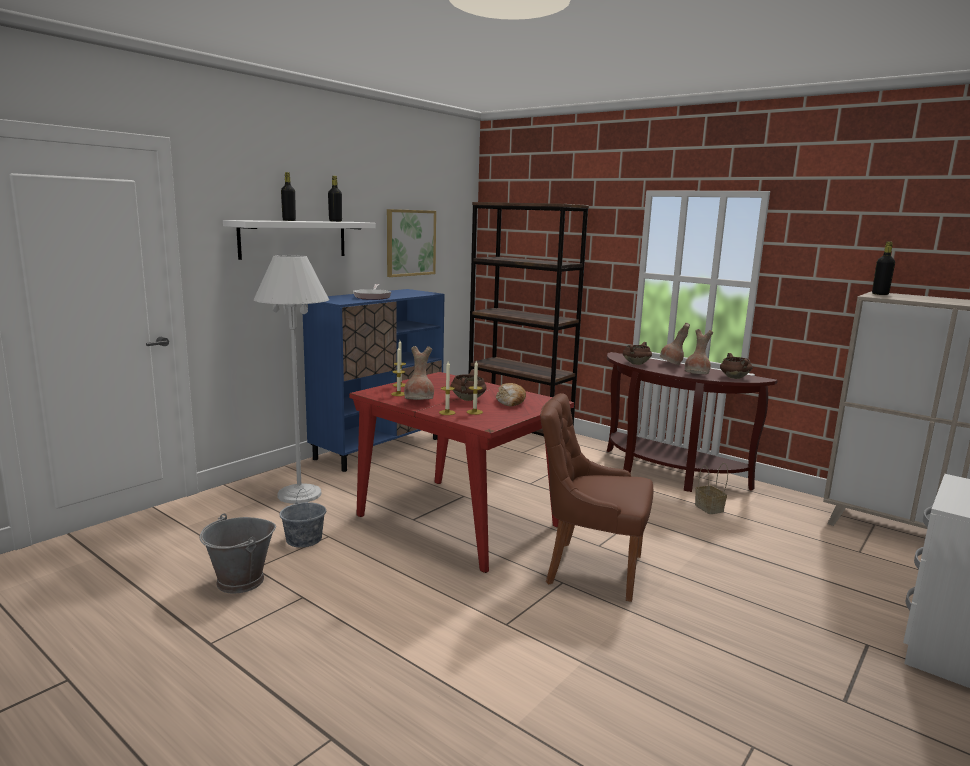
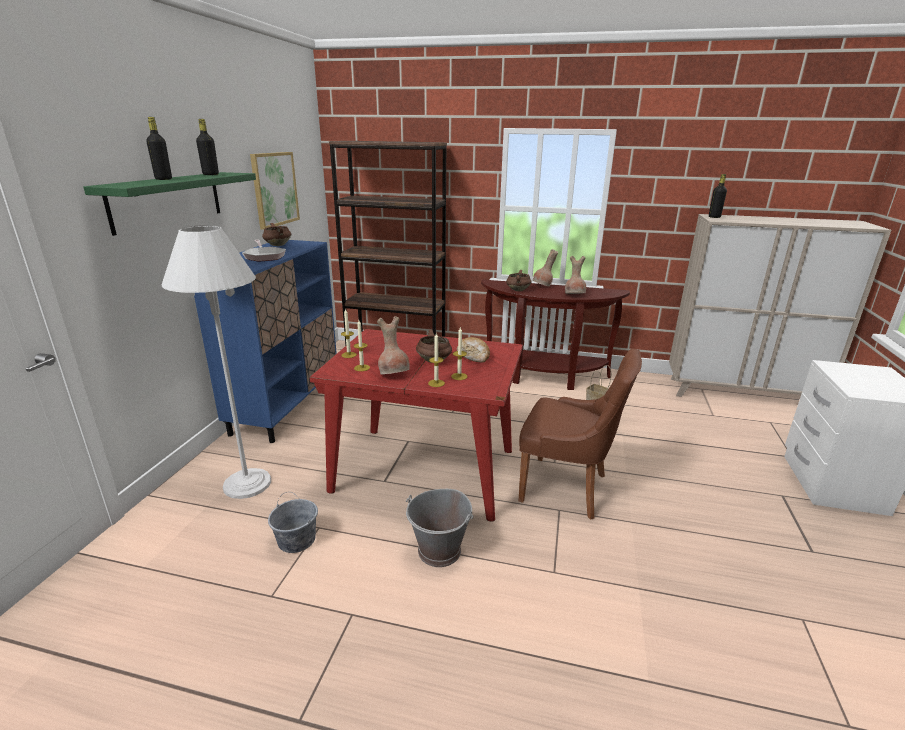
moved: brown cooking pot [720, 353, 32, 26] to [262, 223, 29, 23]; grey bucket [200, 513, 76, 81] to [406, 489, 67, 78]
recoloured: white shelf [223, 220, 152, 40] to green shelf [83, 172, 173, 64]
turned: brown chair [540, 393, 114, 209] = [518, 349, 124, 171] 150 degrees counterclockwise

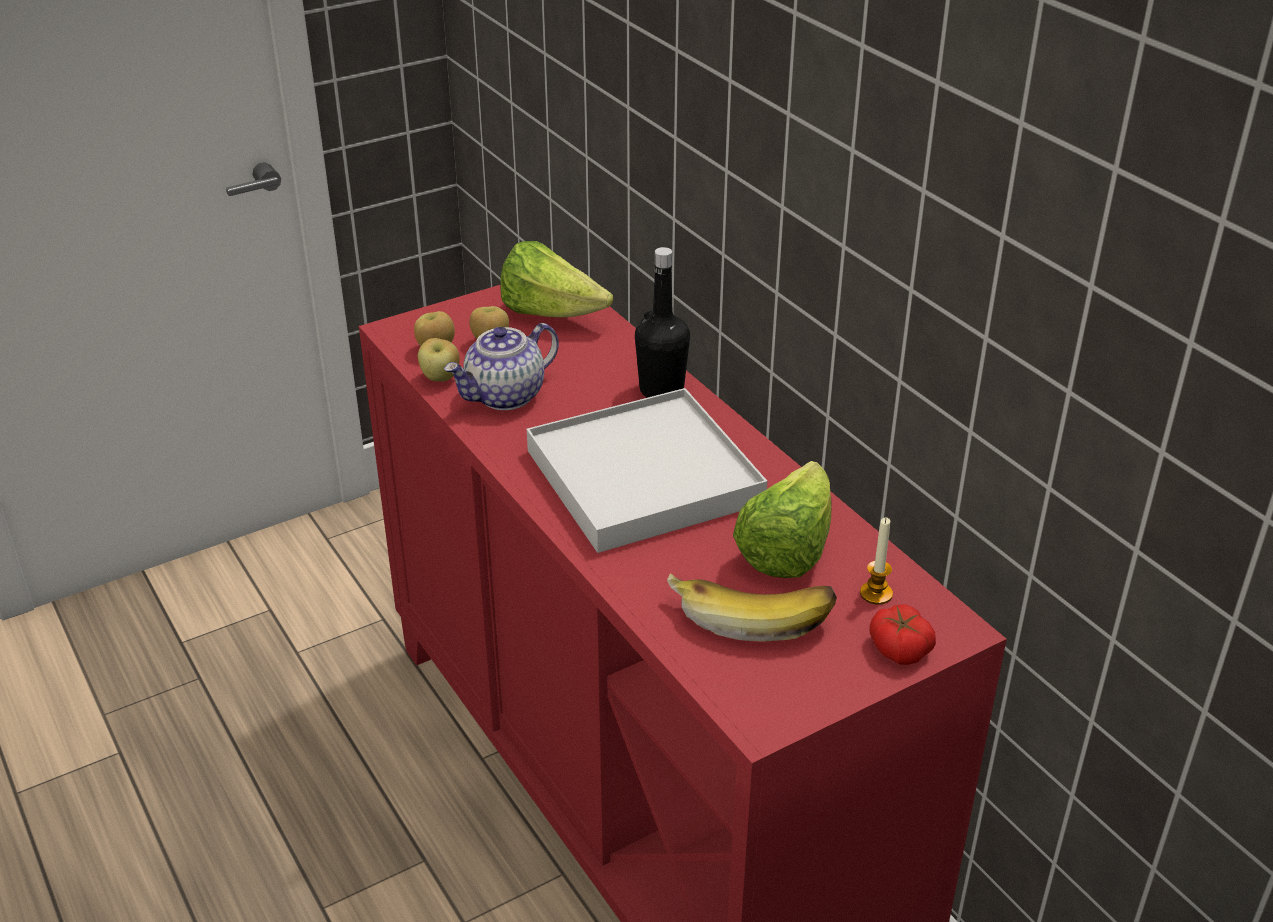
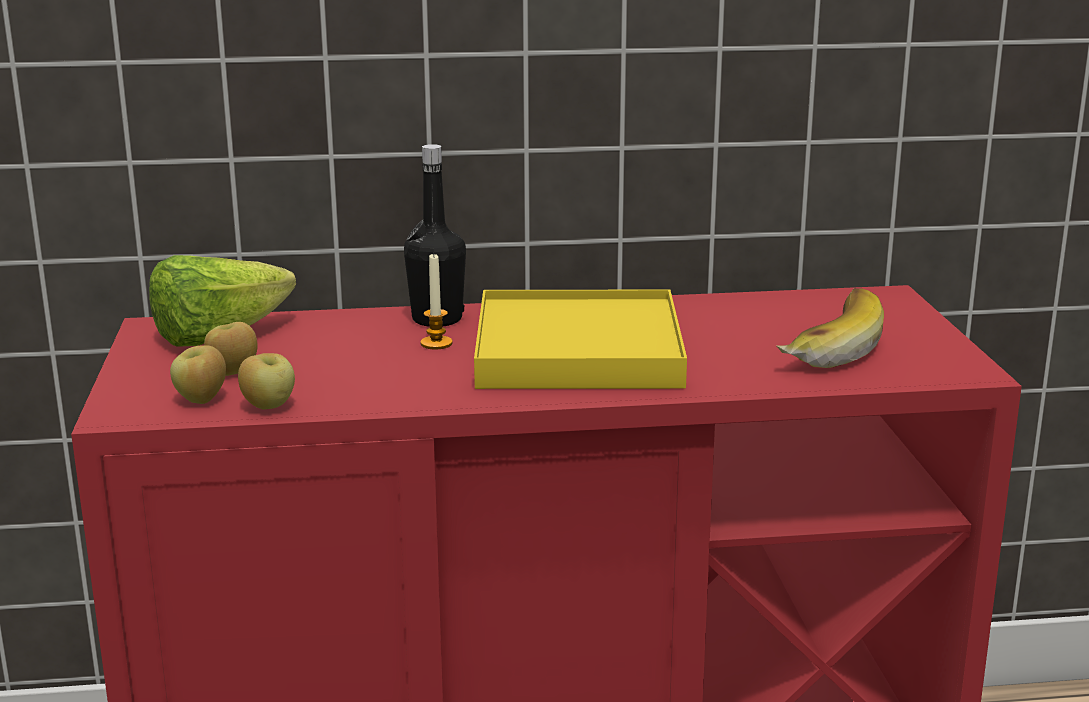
removed: teapot [444, 323, 115, 87]; lettuce [733, 461, 98, 117]; tomato [870, 604, 66, 61]
moved: candle [860, 518, 33, 87] to [421, 253, 32, 96]
recoloured: white tray [527, 388, 240, 165] to yellow tray [474, 290, 213, 99]

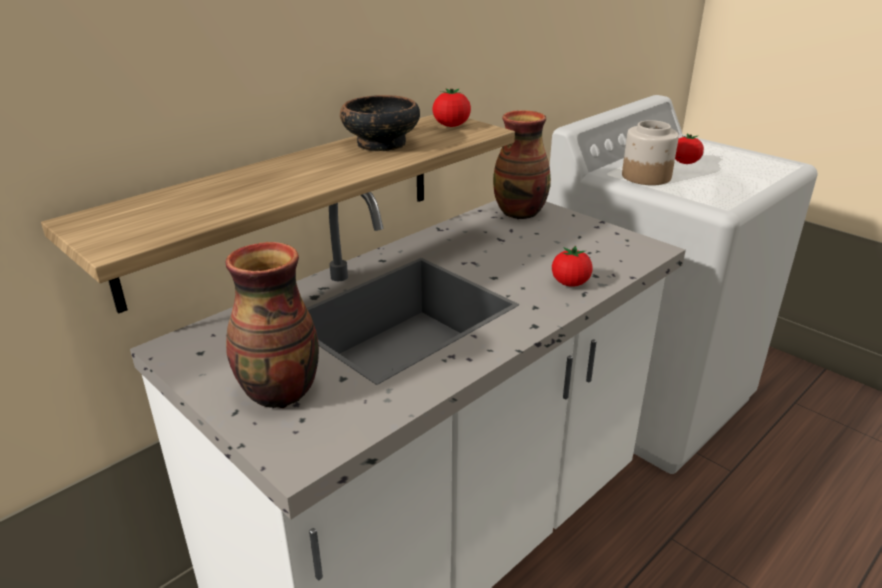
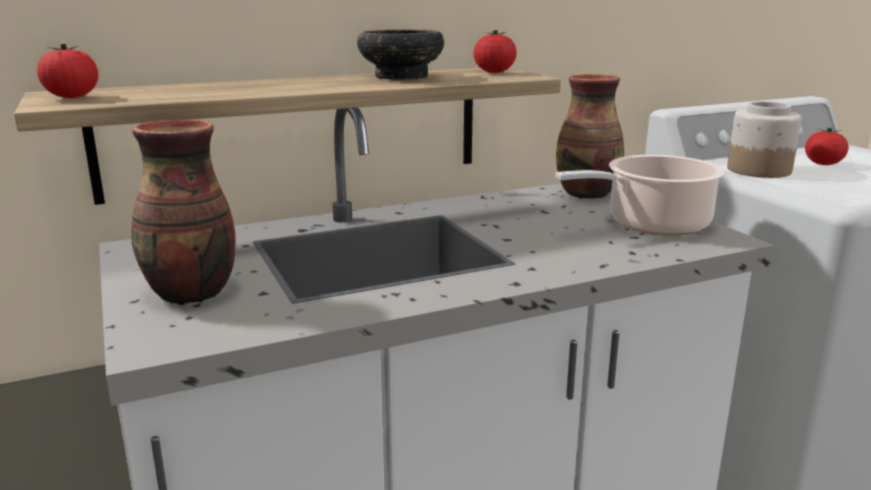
added: cooking pot [555, 155, 170, 81]
moved: tomato [552, 246, 41, 41] to [37, 44, 61, 54]

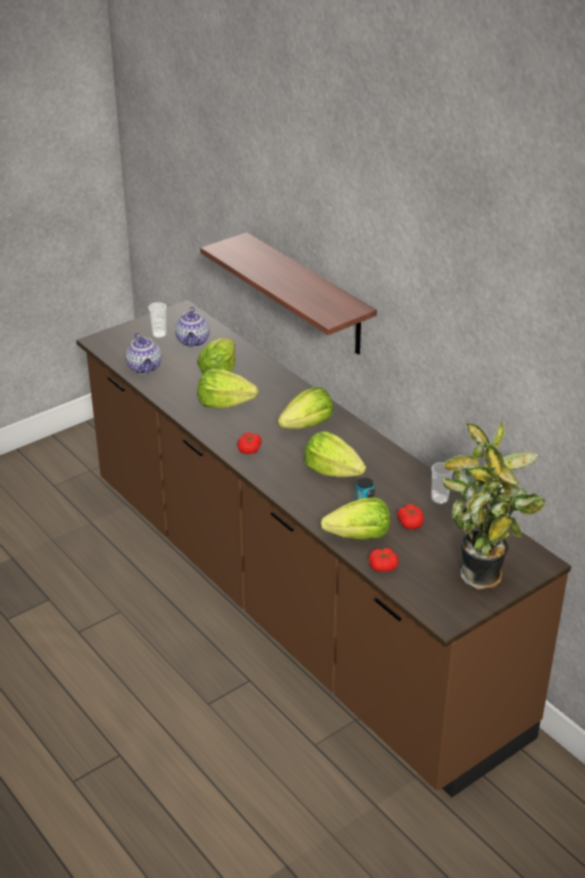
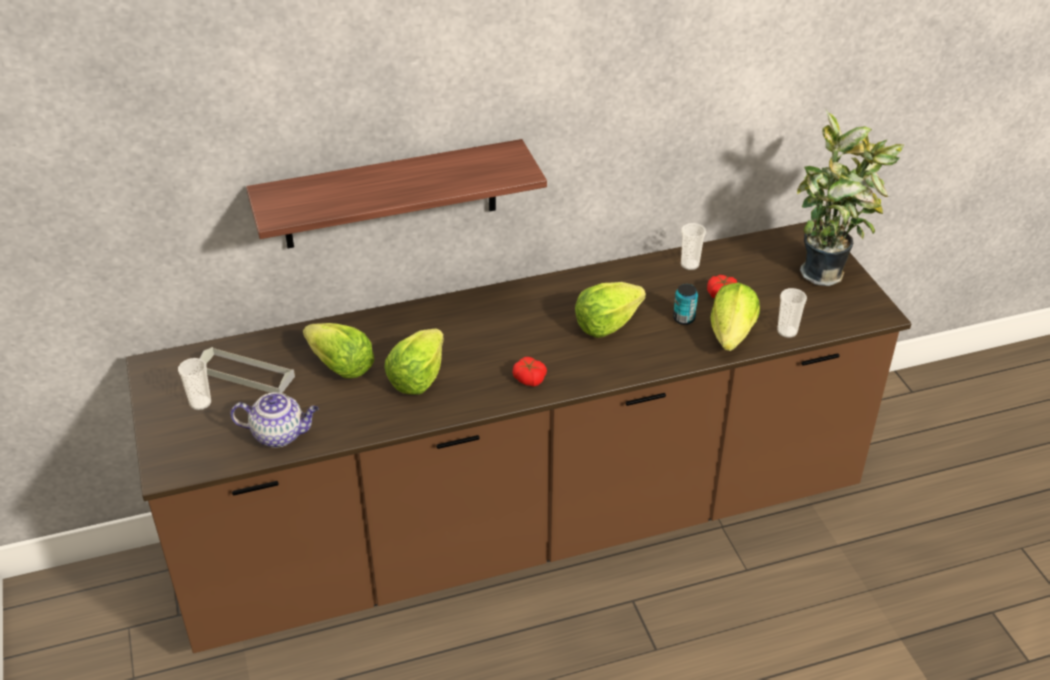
removed: lettuce [278, 387, 55, 42]
replaced: teapot [175, 307, 35, 40] to grey tray [200, 347, 95, 46]; tomato [369, 548, 29, 24] to cup [777, 288, 30, 50]

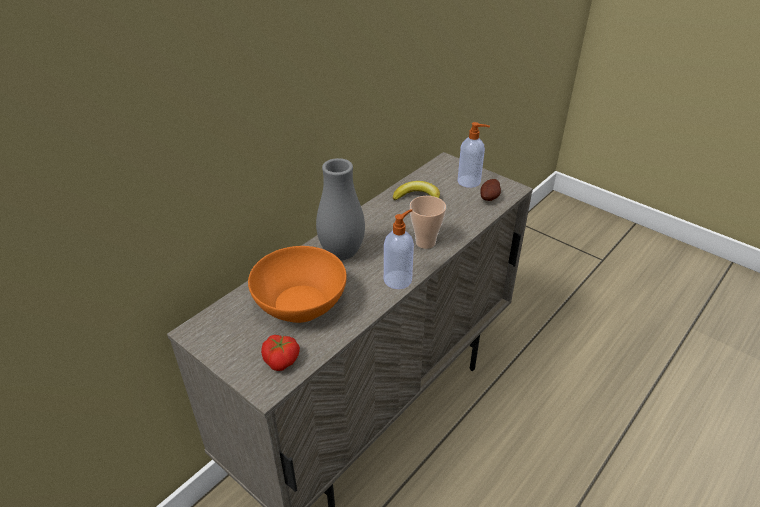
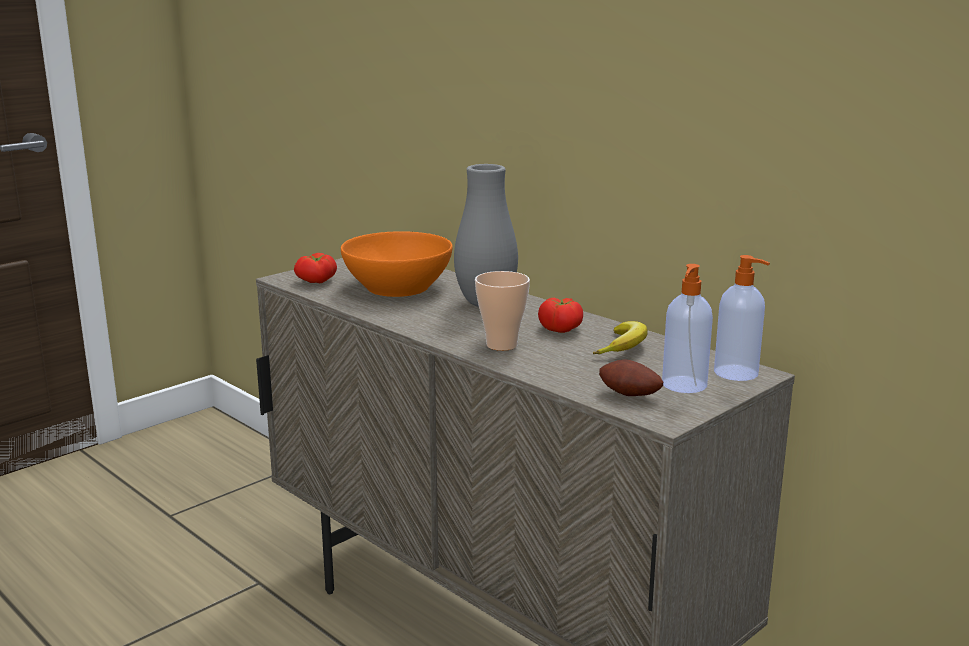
added: tomato [538, 298, 45, 35]
moved: soap dispenser [384, 209, 30, 80] to [714, 255, 56, 126]

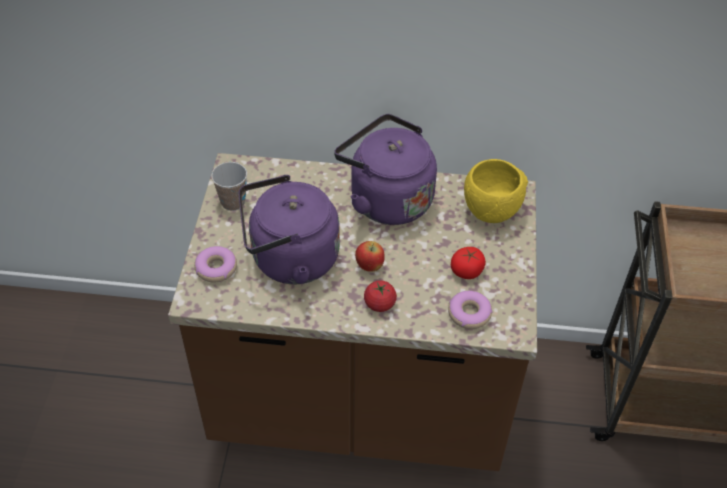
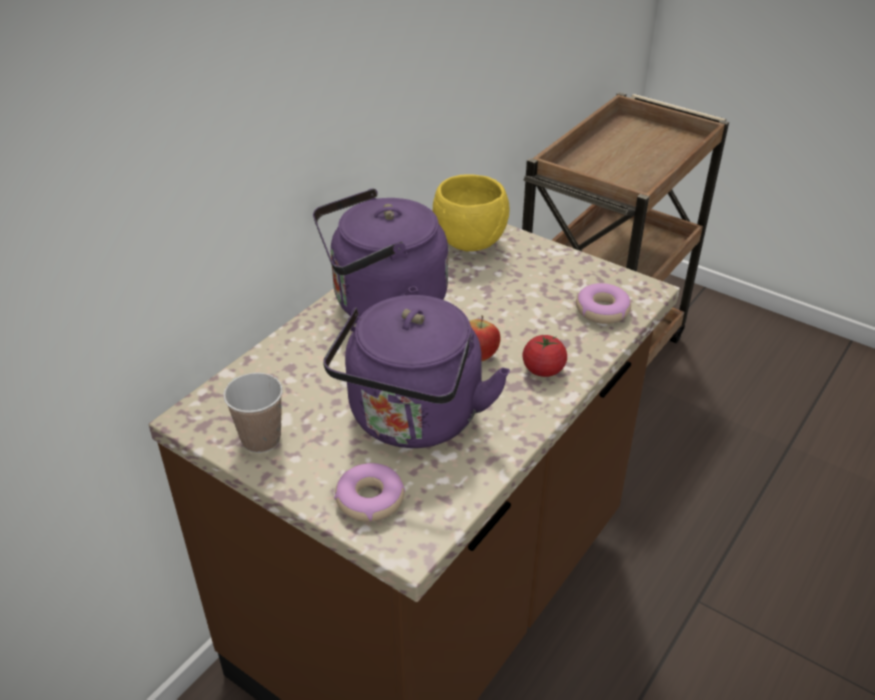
removed: tomato [451, 247, 35, 32]

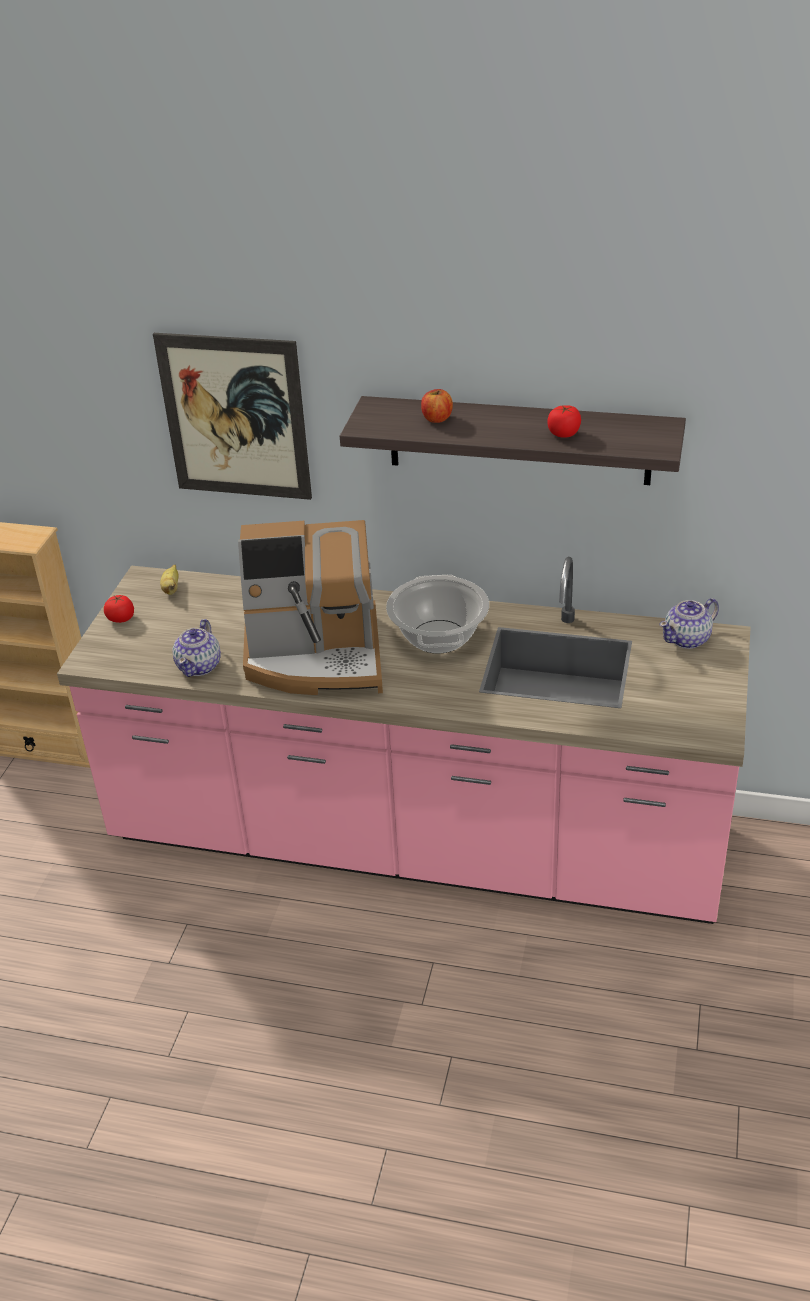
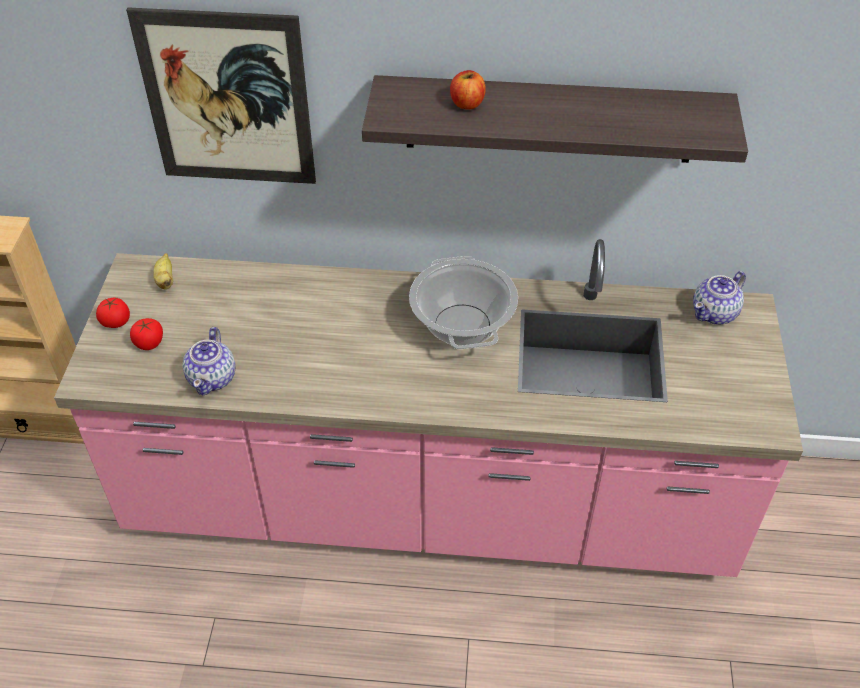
removed: coffee machine [238, 520, 145, 175]
moved: tomato [547, 405, 34, 33] to [130, 318, 33, 32]

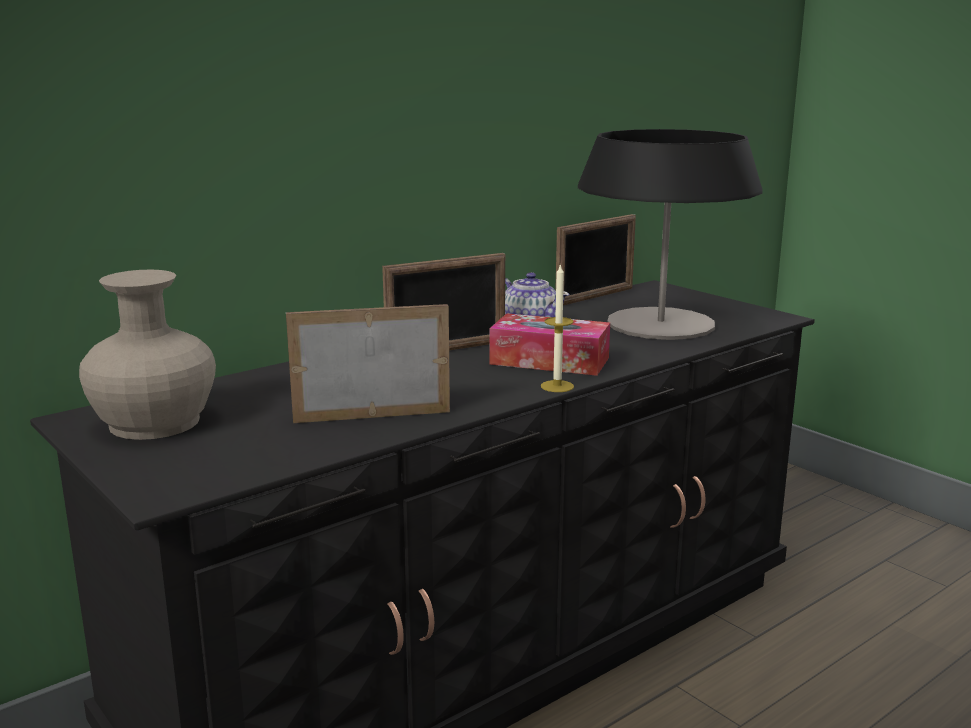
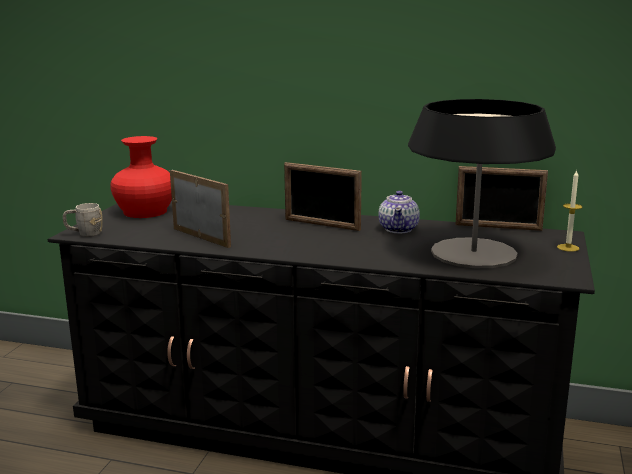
removed: tissue box [490, 313, 120, 63]
added: grey mug [63, 203, 40, 34]
moved: candle [541, 263, 33, 129] to [557, 170, 25, 82]
recoloured: beige vase [79, 270, 137, 170] to red vase [110, 136, 62, 82]

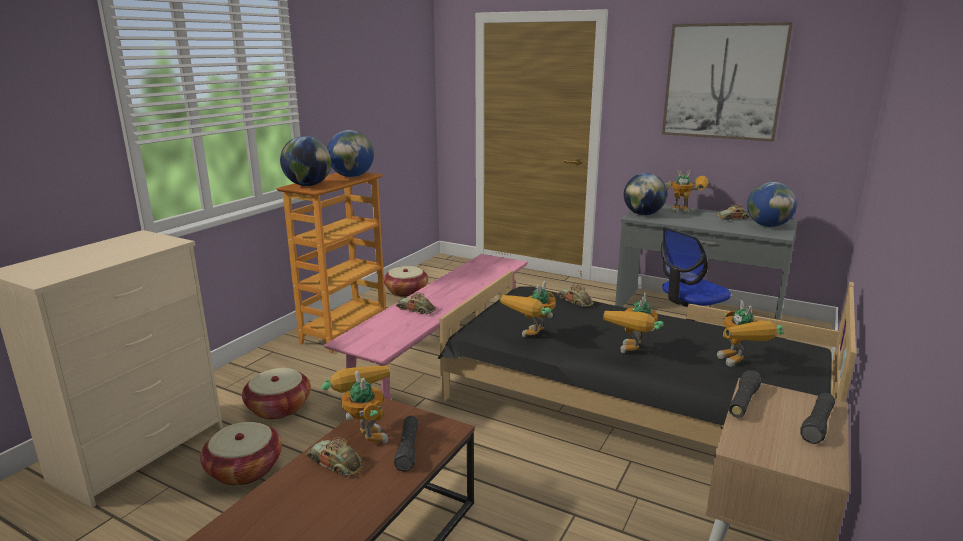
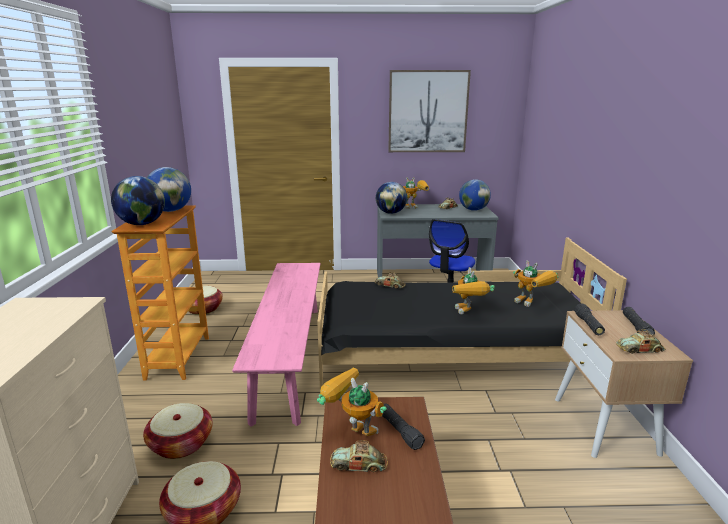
removed: toy robot [500, 281, 56, 56]
moved: toy car [396, 292, 40, 22] to [616, 330, 50, 24]

